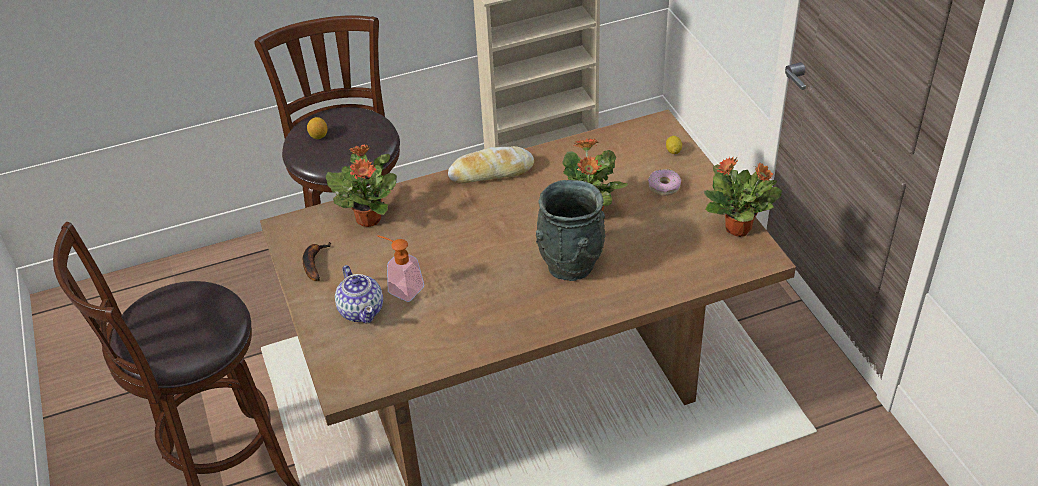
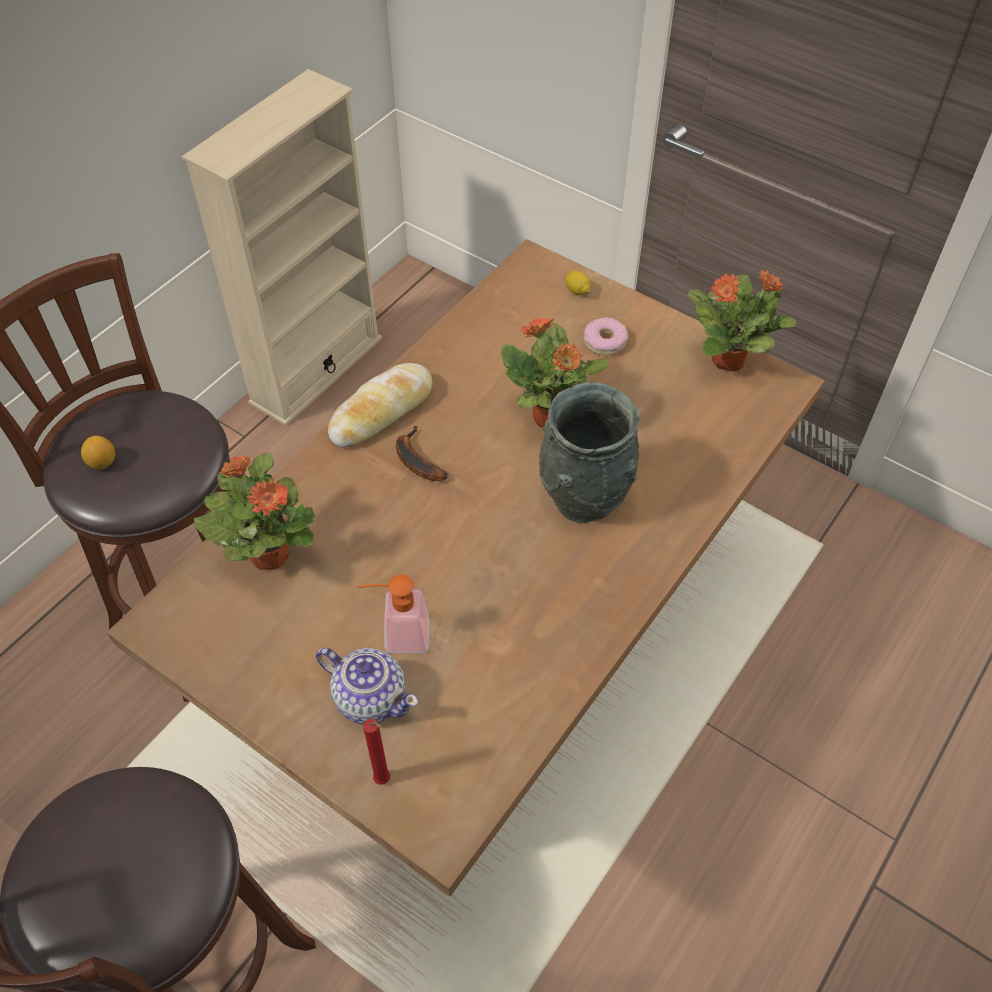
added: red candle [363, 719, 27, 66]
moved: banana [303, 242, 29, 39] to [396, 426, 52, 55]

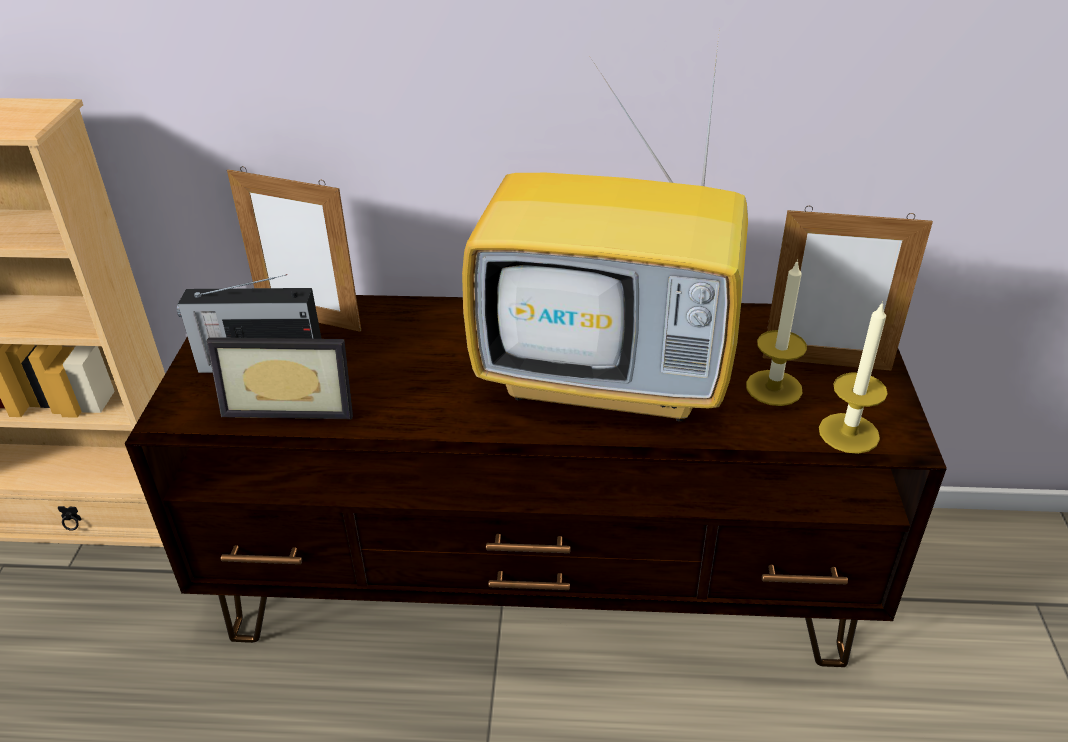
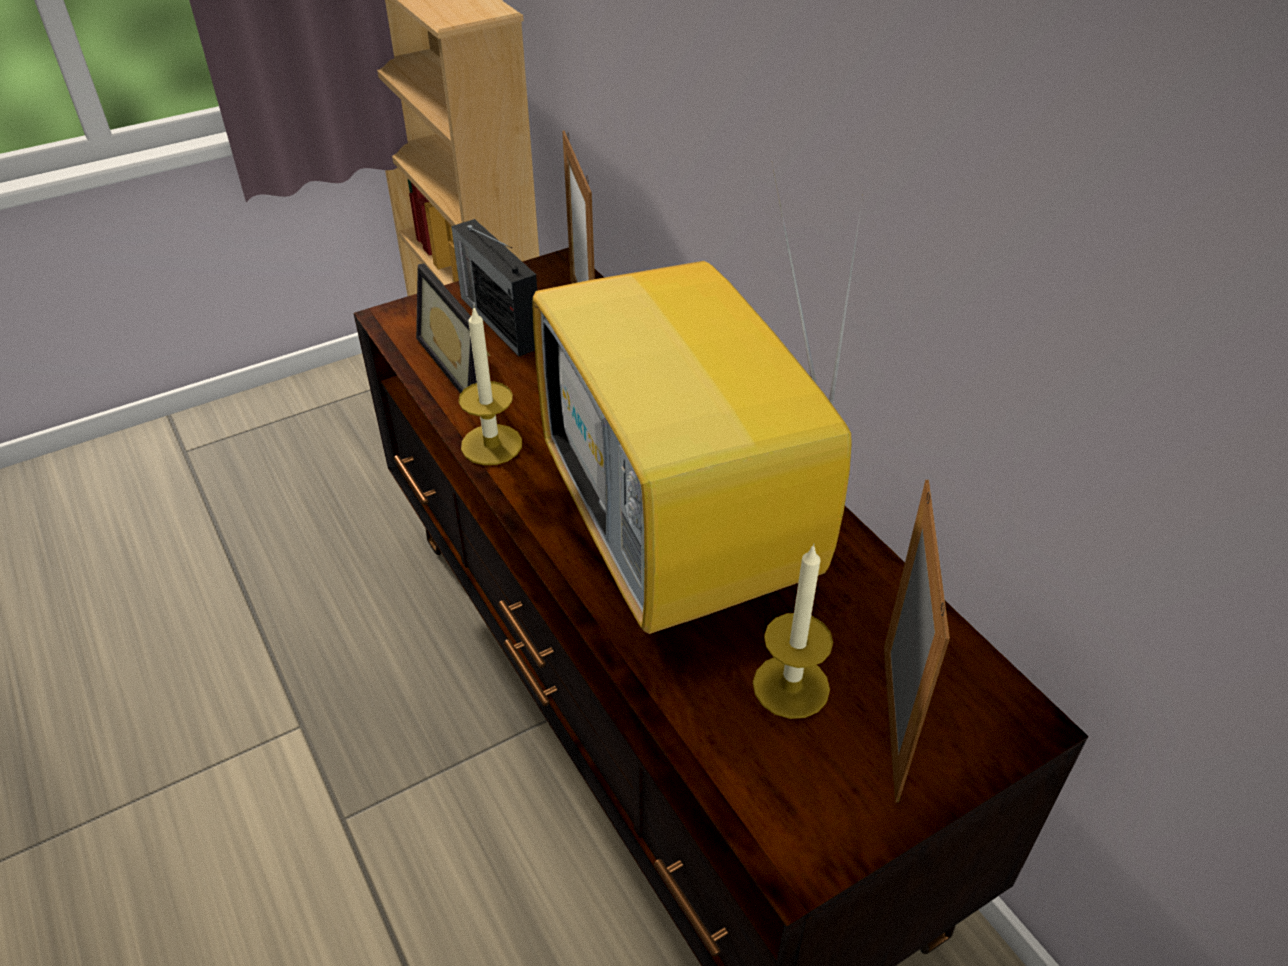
moved: candle [819, 301, 69, 153] to [459, 308, 63, 157]
turned: picture frame [763, 206, 170, 165] = [884, 480, 66, 323] 150 degrees counterclockwise

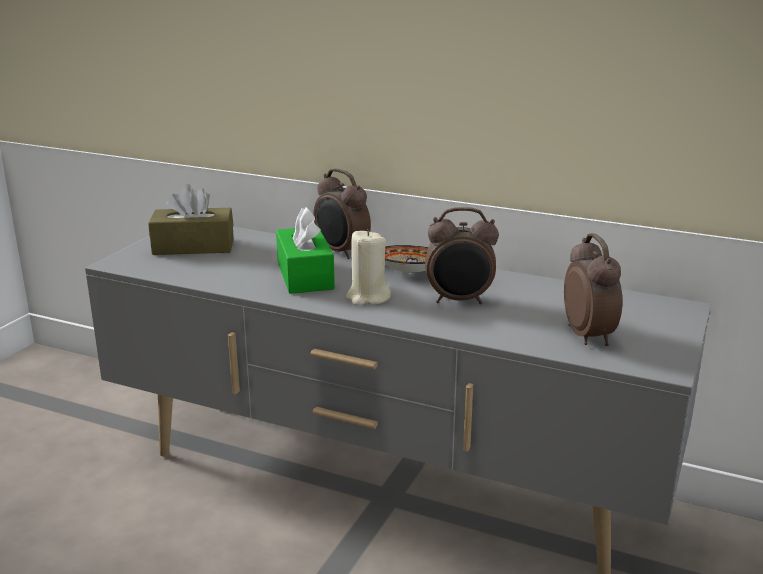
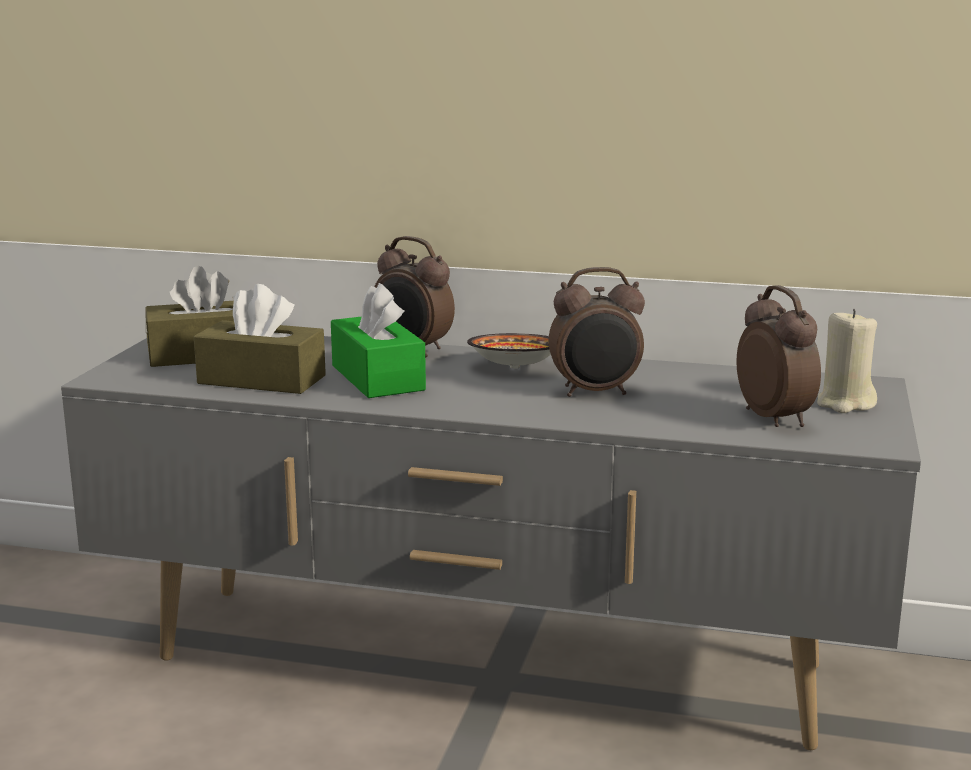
added: brown tissue box [194, 284, 132, 110]
moved: beige candle [346, 229, 45, 77] to [817, 309, 60, 104]

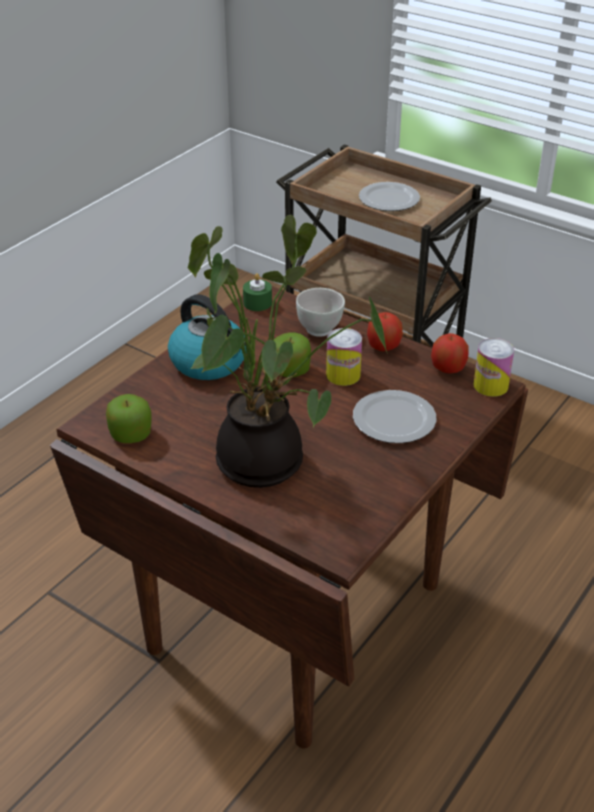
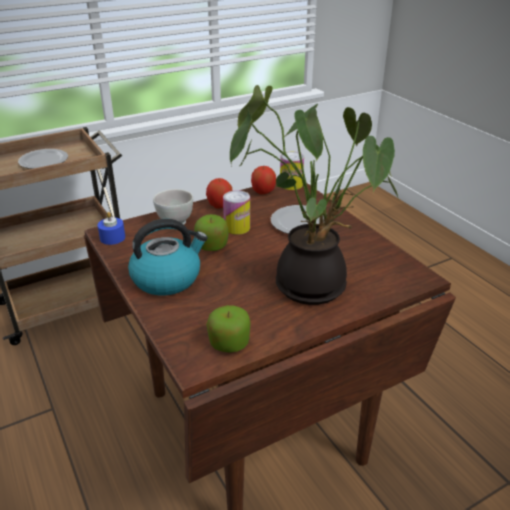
recoloured: green candle [243, 273, 29, 38] to blue candle [98, 212, 27, 33]

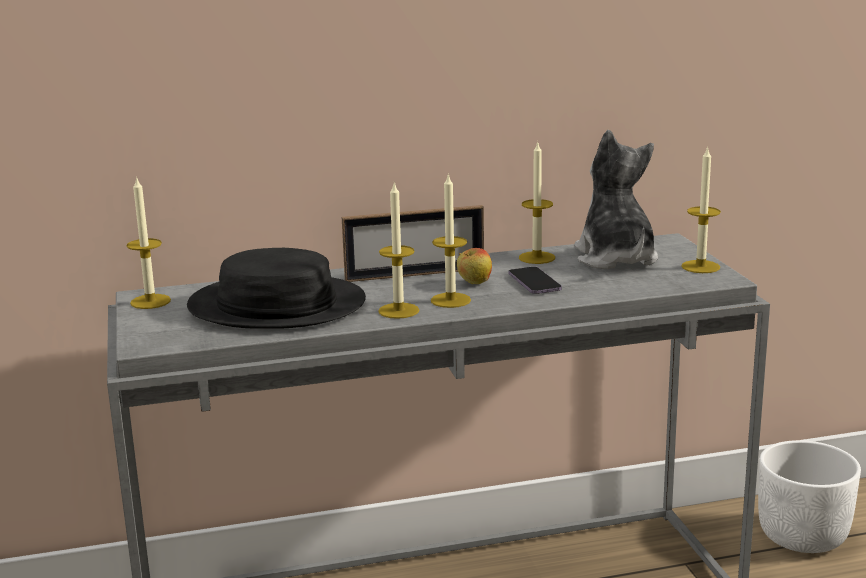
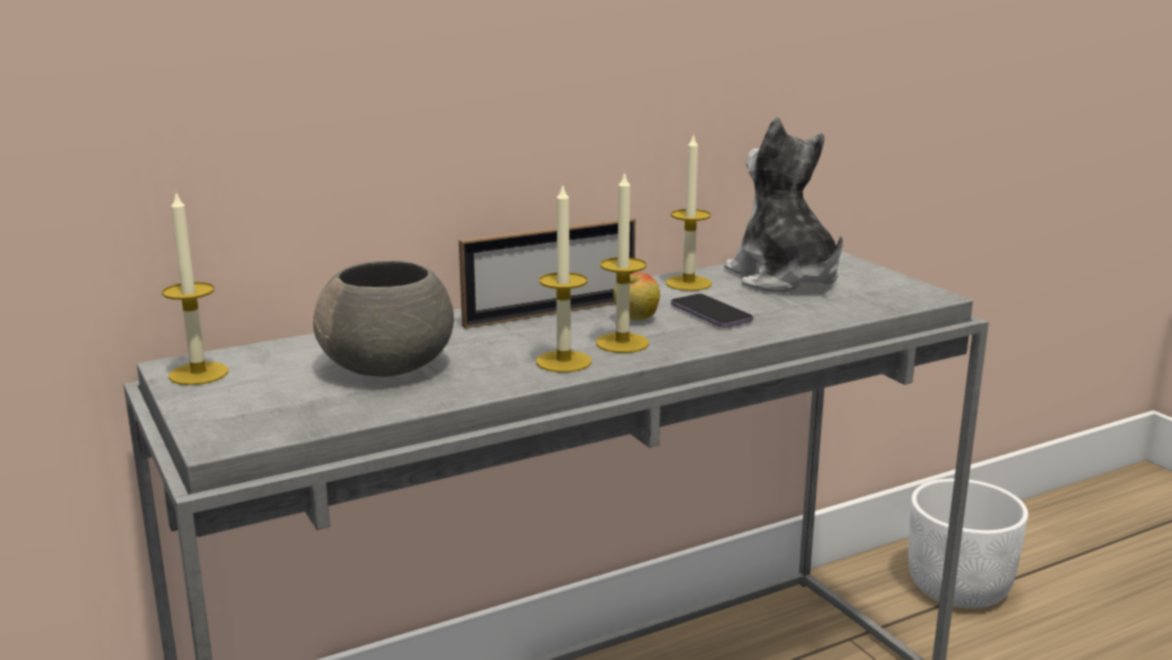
removed: candle [682, 146, 39, 127]
replaced: black hat [187, 248, 179, 81] to grey bowl [313, 261, 141, 116]

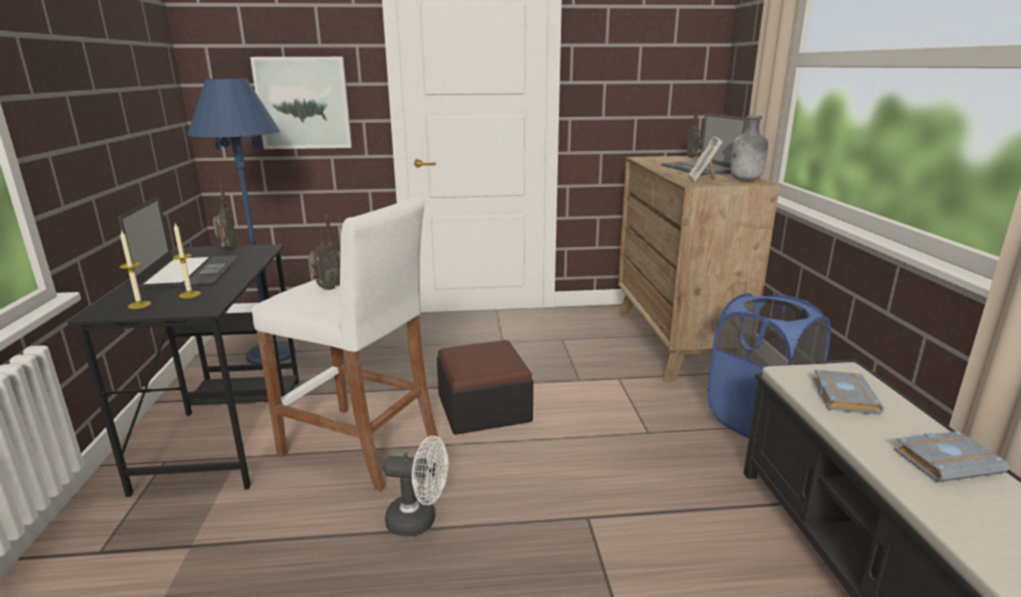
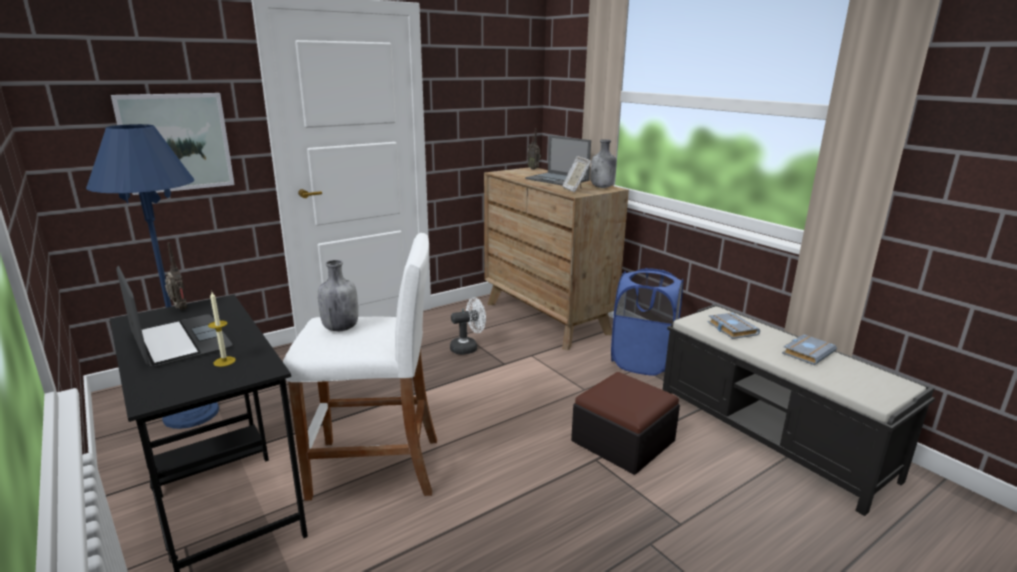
removed: candle [120, 230, 31, 79]
moved: white fan [384, 435, 64, 101] to [450, 297, 36, 58]; ottoman [437, 340, 96, 95] to [571, 372, 109, 103]
replaced: radio [309, 215, 31, 75] to grey bottle [318, 260, 40, 71]

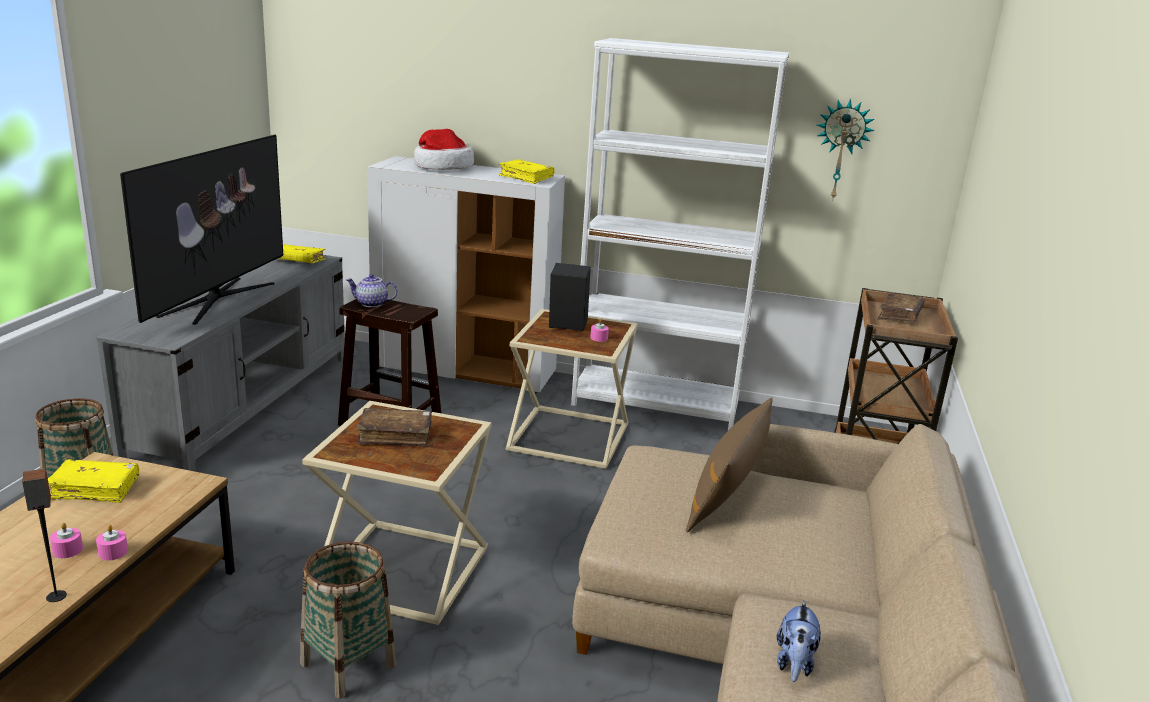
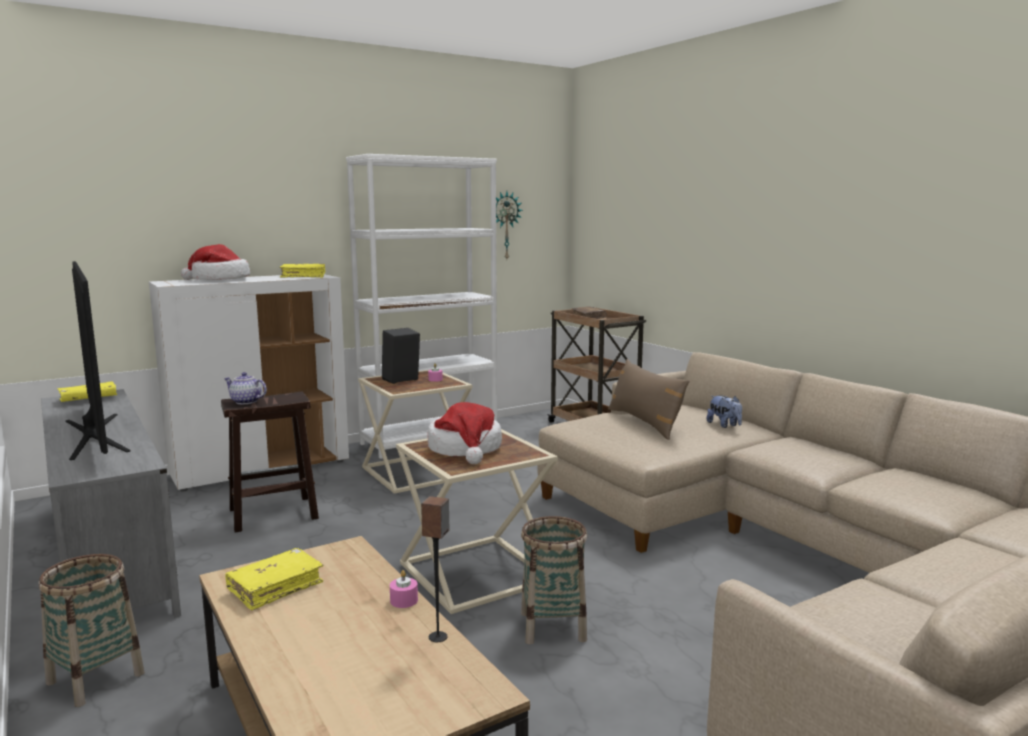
removed: pink candle [50, 523, 33, 35]
moved: plush toy [777, 600, 44, 82] to [707, 395, 35, 33]
replaced: brown book [357, 408, 75, 39] to hat [428, 402, 74, 62]
turned: teapot [346, 274, 51, 33] = [224, 372, 43, 32] 60 degrees clockwise

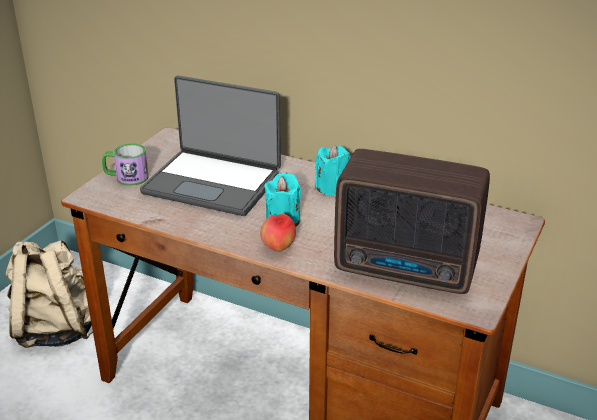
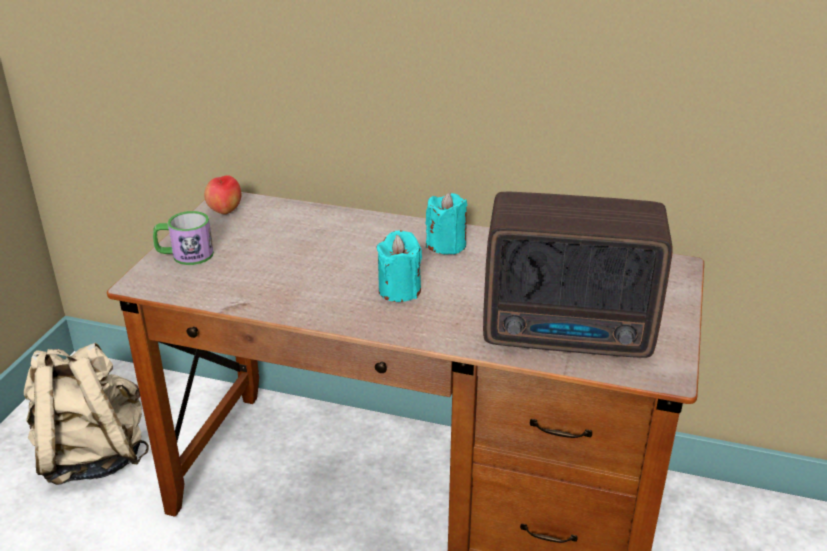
removed: laptop [140, 75, 141, 141]
moved: apple [260, 214, 36, 38] to [204, 175, 37, 39]

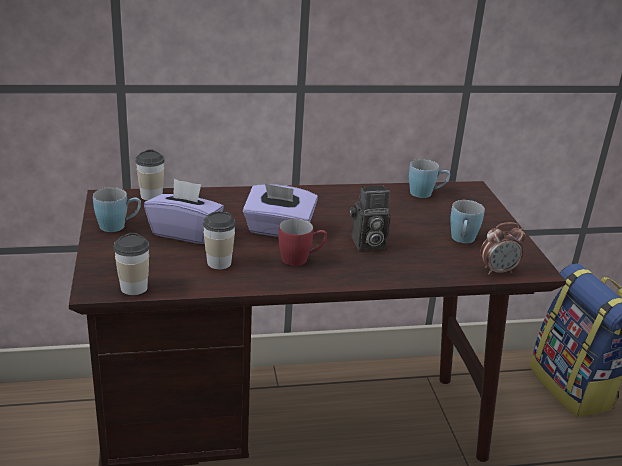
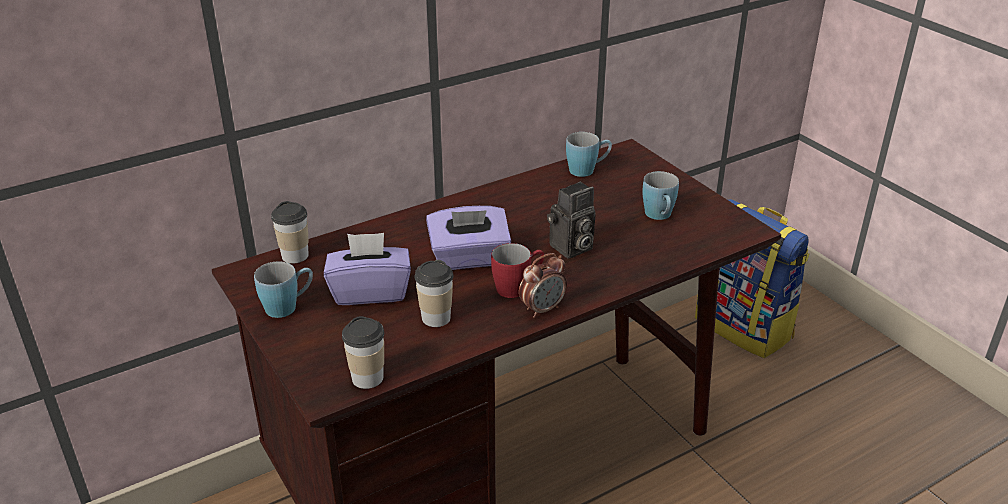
moved: alarm clock [480, 222, 46, 53] to [519, 253, 48, 65]

